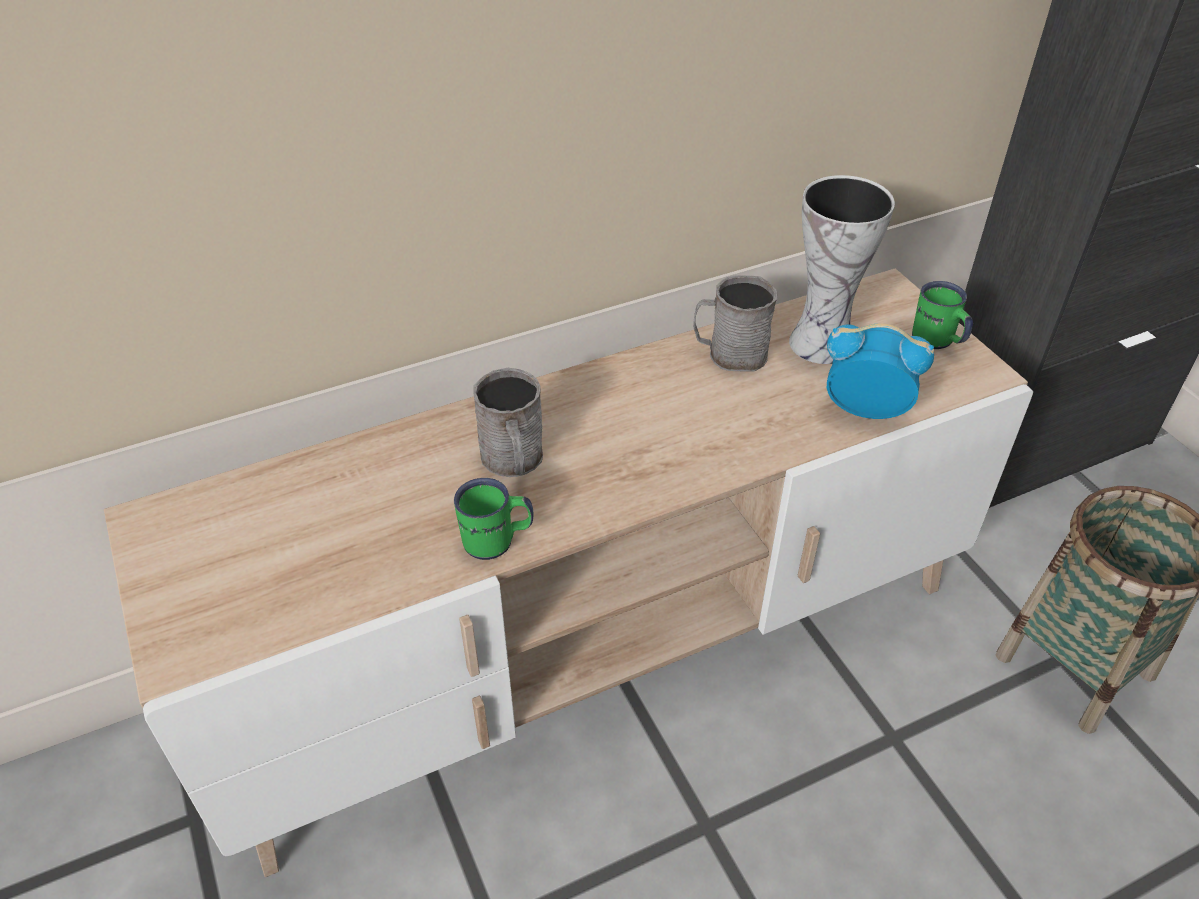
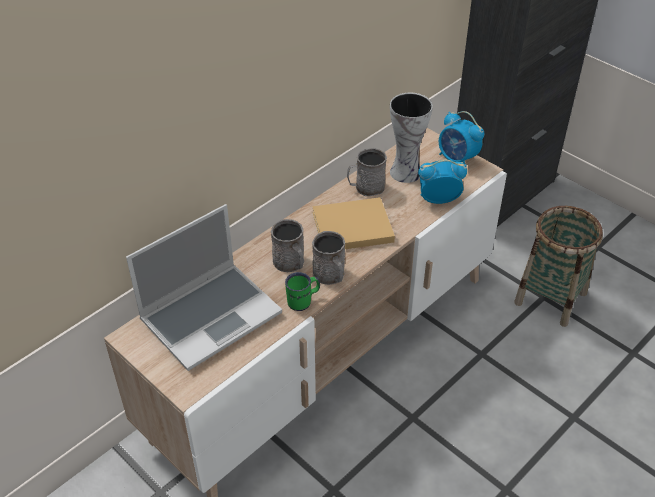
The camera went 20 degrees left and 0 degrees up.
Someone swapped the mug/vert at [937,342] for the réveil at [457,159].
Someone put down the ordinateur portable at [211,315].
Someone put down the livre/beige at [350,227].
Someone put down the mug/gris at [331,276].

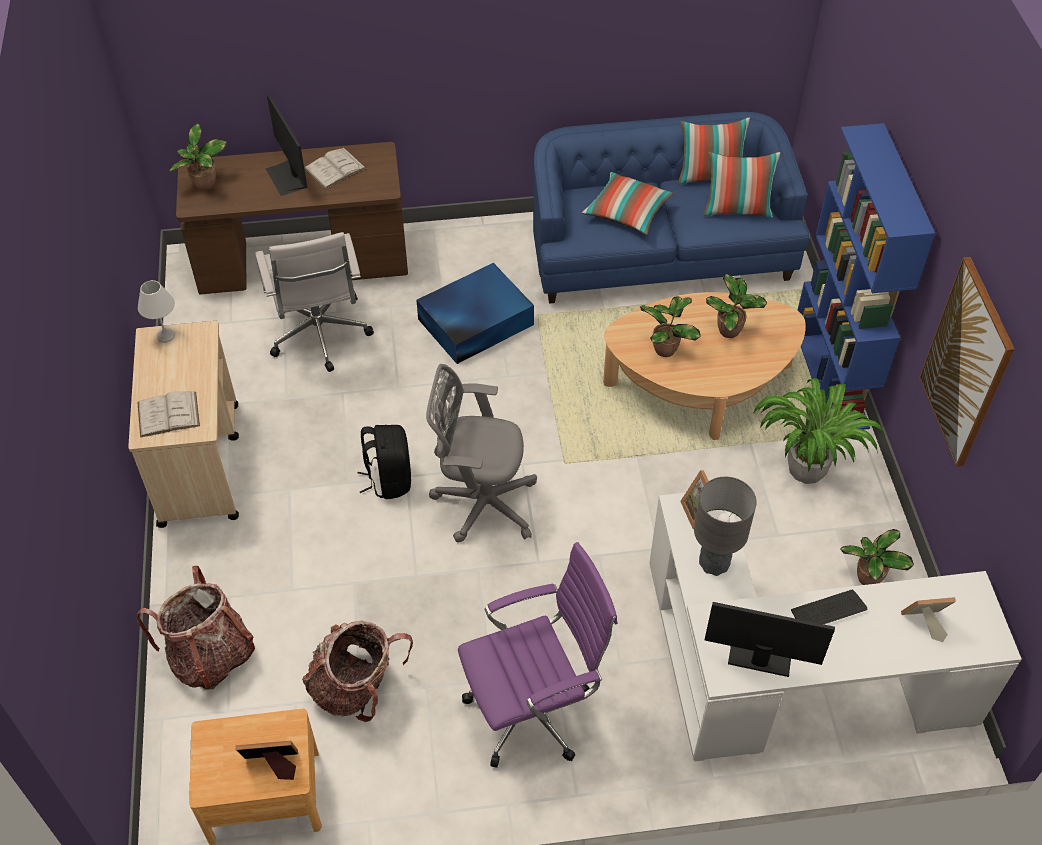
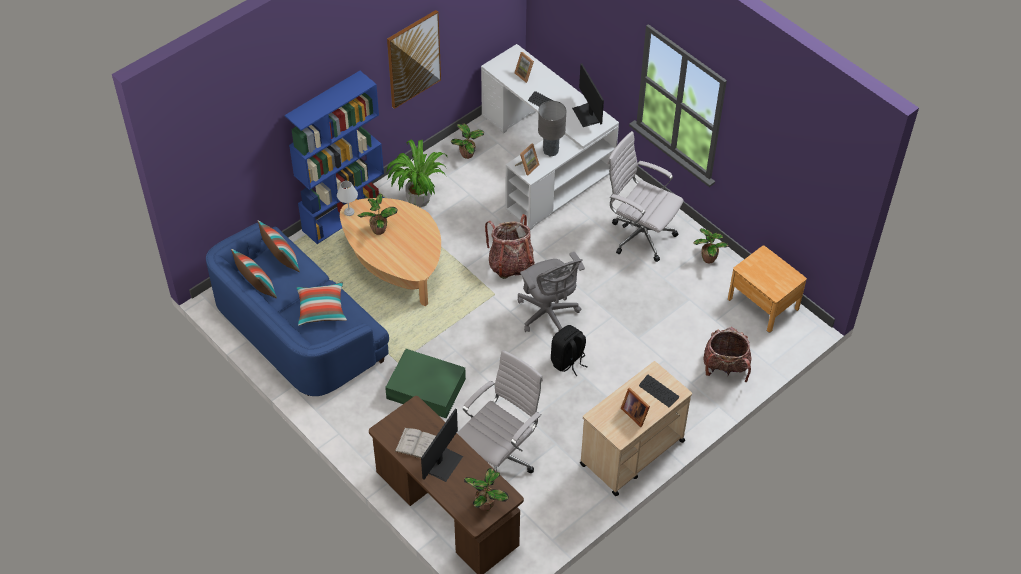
The camera went 125 degrees left and 0 degrees up.
Someone swapped the livre/blanc at [168,414] for the clavier at [658,391].
Someone carried the lampe de table/blanc from [165,336] to [349,212].
Someone carried the cadre photo from [273,765] to [635,413].
Someone carried the sac à dos from [357,687] to [511,264].
Someone repainted the boîte de rangement/bleu at [474,322], which became the boîte de rangement/vert at [427,389].
Someone repainted the chaise de bureau/violet at [534,711], which became the chaise de bureau/blanc at [639,235].
Someone carried the plante en pot from [666,348] to [707,258].

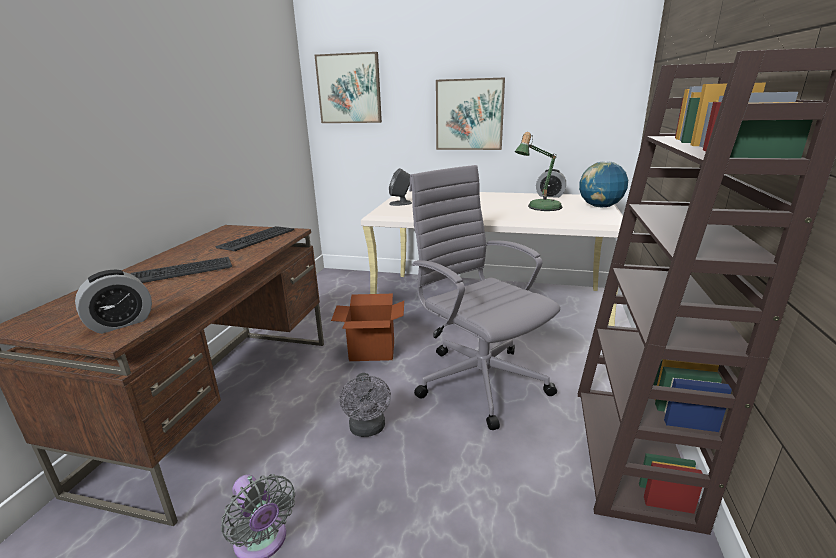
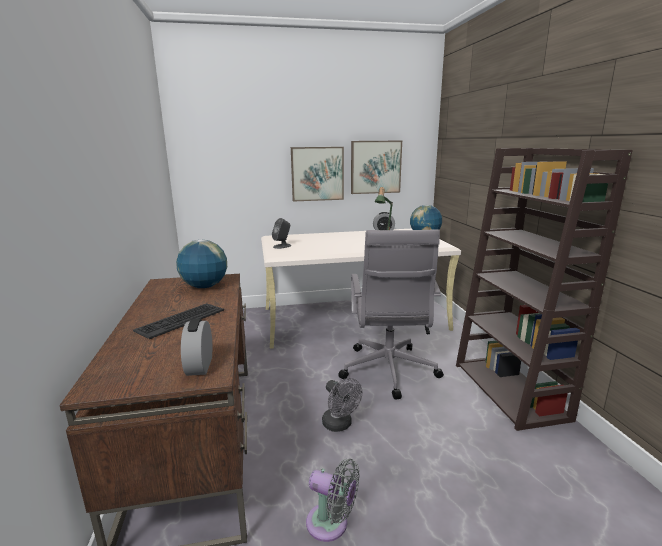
The camera went 25 degrees left and 5 degrees down.
Someone rotated the réveil at [121,323] by 150 degrees clockwise.
Someone swapped the clavier at [256,239] for the globe at [204,286].
Someone carried the tableau from [349,89] to [375,167].
Someone took away the carton at [372,351].
Someone rotated the chaise de bureau/gris at [479,379] by 120 degrees counterclockwise.

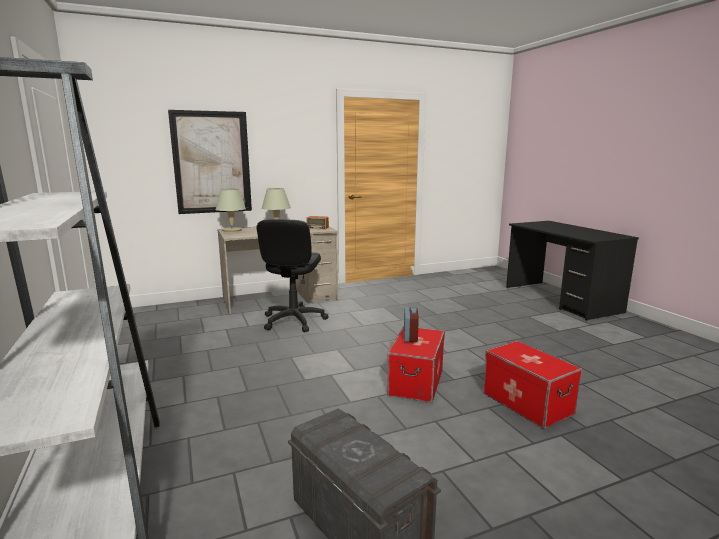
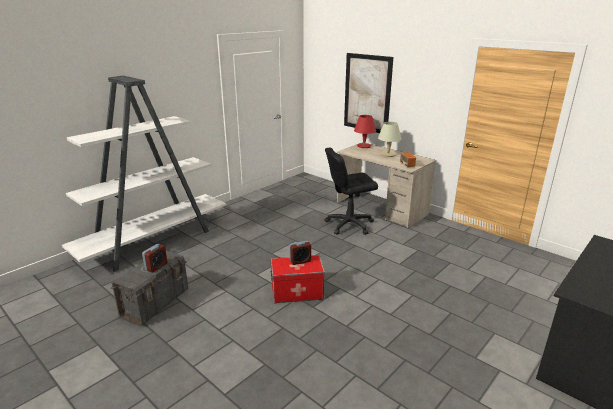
The camera went 65 degrees right and 10 degrees up.
Someone repainted the lampe de table/beige at [232,230], which became the lampe de table/rouge at [364,146].
Someone took away the boîte de rangement at [527,403].
Someone put down the réveil at [156,267].

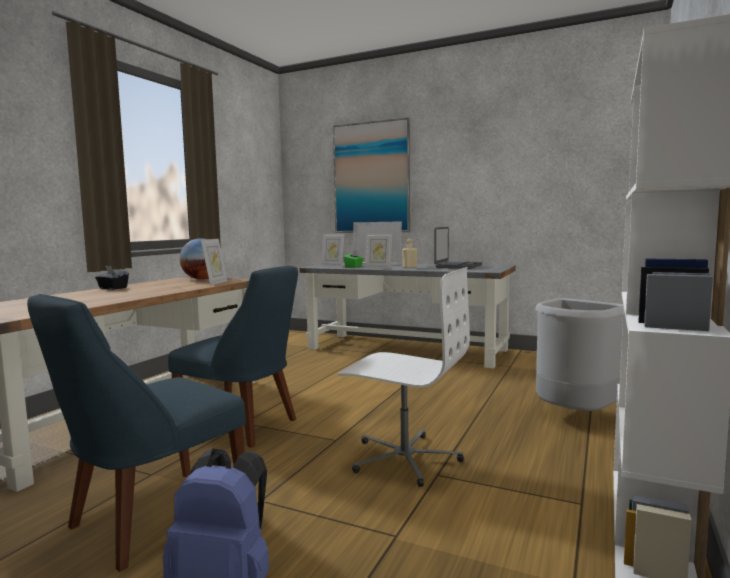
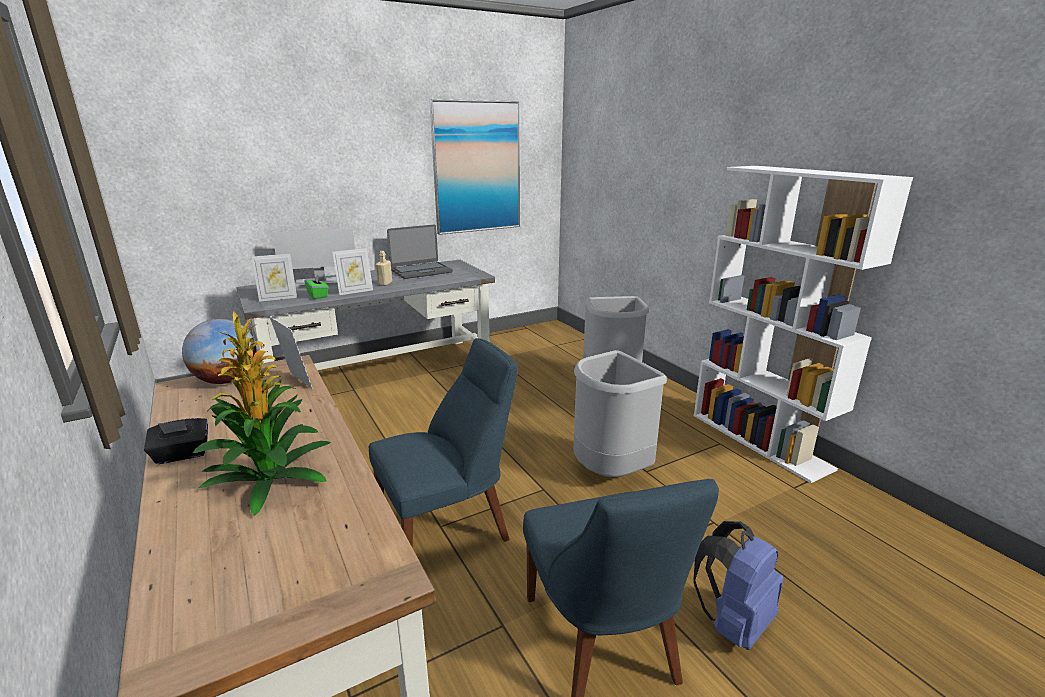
The camera went 55 degrees left and 15 degrees up.
Someone carried the tableau from [371,177] to [477,167].
Someone swapped the chaise de bureau/blanc at [404,458] for the poubelle/gris at [609,473].
Someone rotated the ordinateur portable at [458,266] by 90 degrees clockwise.
Someone put down the plante en pot at [272,480].

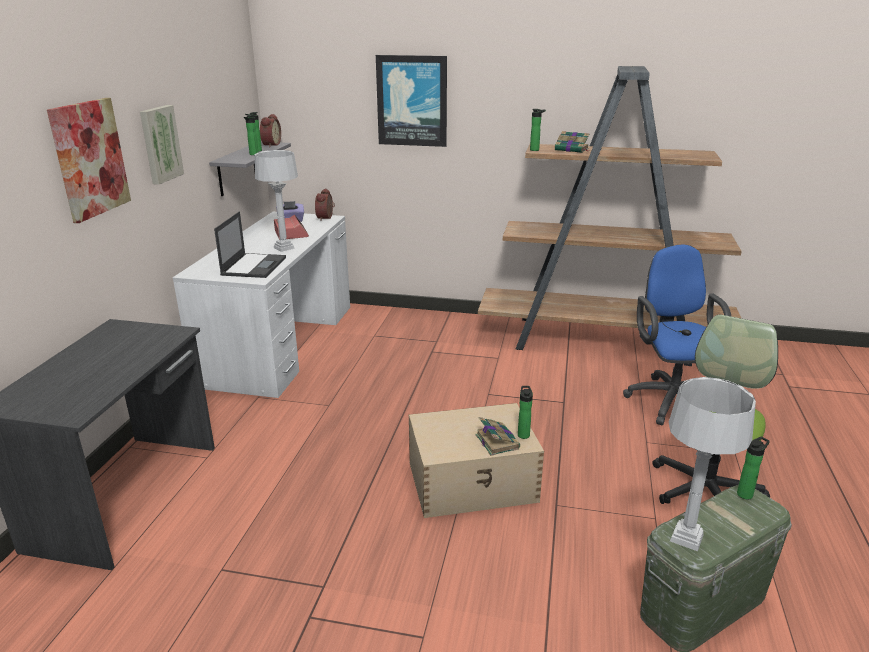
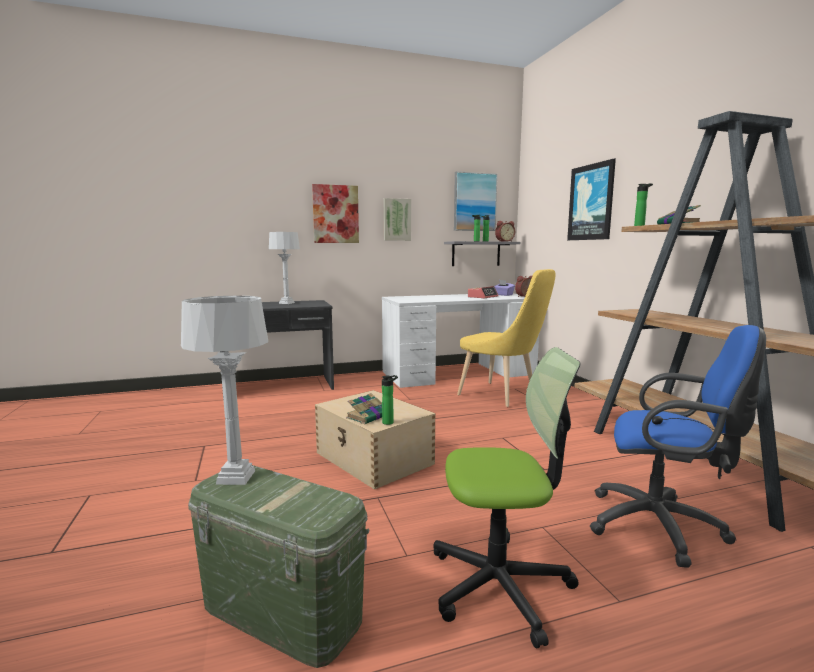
The camera went 60 degrees right and 15 degrees down.
Someone took away the ordinateur portable at [254,266].
Someone carried the lampe de table/gris from [283,248] to [287,303].
Someone rotated the chaise de bureau/bleu at [669,399] by 60 degrees clockwise.
Someone took away the bouteille at [746,494].
Someone put up the tableau at [474,202].
Someone put down the chaise/jaune at [502,396].

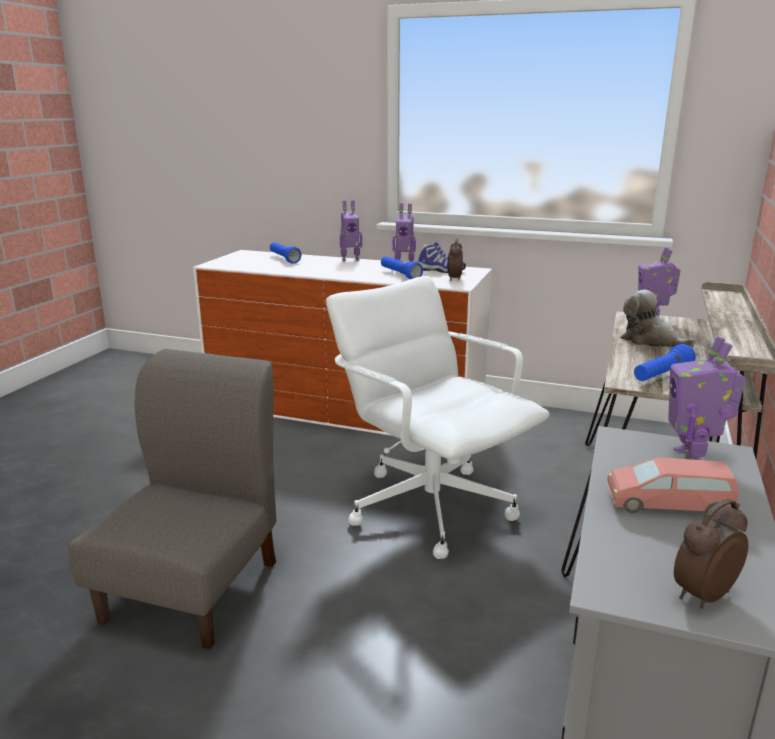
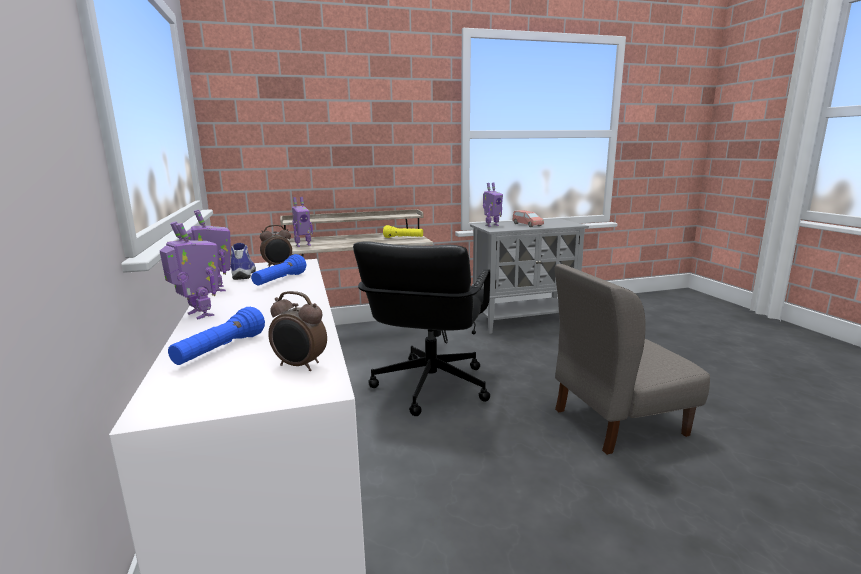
The camera went 125 degrees left and 5 degrees down.
Someone repainted the chaise de bureau/blanc at [430,506], which became the chaise de bureau/noir at [430,386].
Someone took away the peluche at [650,341].
Someone repainted the lampe de poche/bleu at [661,376], which became the lampe de poche/jaune at [403,238].
Someone carried the réveil from [701,595] to [300,366].

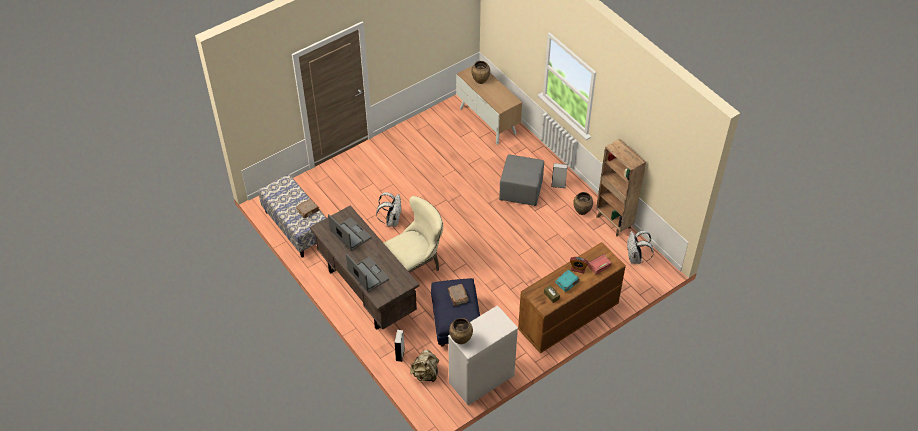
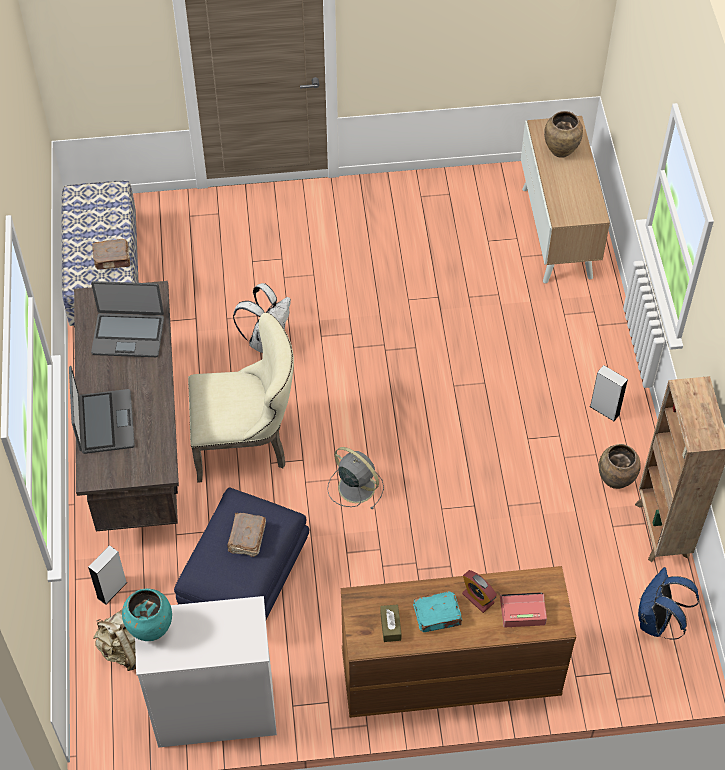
The camera went 30 degrees right and 5 degrees up.
Someone rotated the ordinateur portable at [350,235] by 105 degrees clockwise.
Someone repainted the vase/marron at [461,339], which became the vase/turquoise at [151,630].
Someone took away the pouf/gris at [521,191].
Someone repainted the sac à dos/blanc at [635,258], which became the sac à dos/bleu at [657,622].
Someone put down the ventilateur/gris at [355,486].

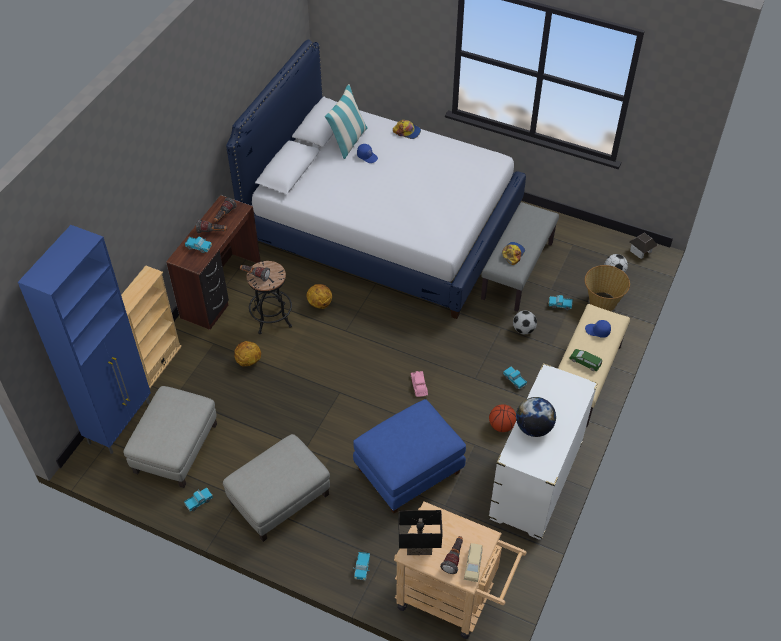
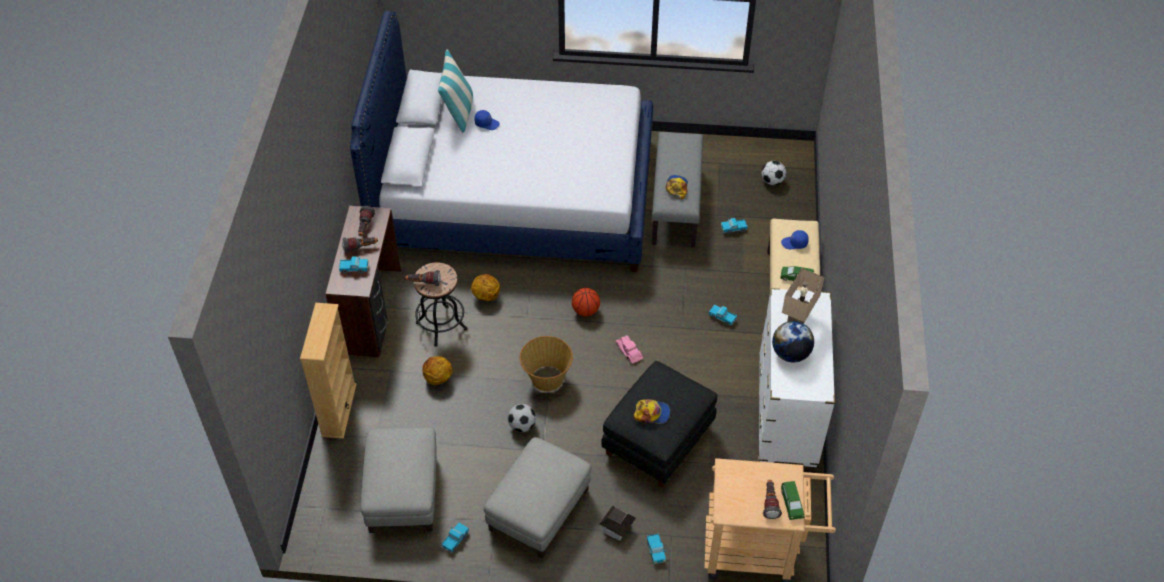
The camera went 20 degrees left and 0 degrees up.
Someone took away the meuble de rangement/bleu at [120,422].
Someone repainted the pouf/bleu at [409,472], which became the pouf/noir at [658,441].
Someone carried the casquette from [407,131] to [652,413].
Someone took away the lampe de table/noir at [419,546].
Someone repainted the petite voiture/beige at [473,565], which became the petite voiture/vert at [791,503].
Someone carried the ballon de basket from [501,426] to [585,311].
Someone carried the ballon de foot from [523,329] to [522,426].
Someone carried the panier from [602,302] to [547,379].
Someone carried the maison miniature from [641,251] to [617,528].
Someone put down the lampe de table/beige at [799,319].

